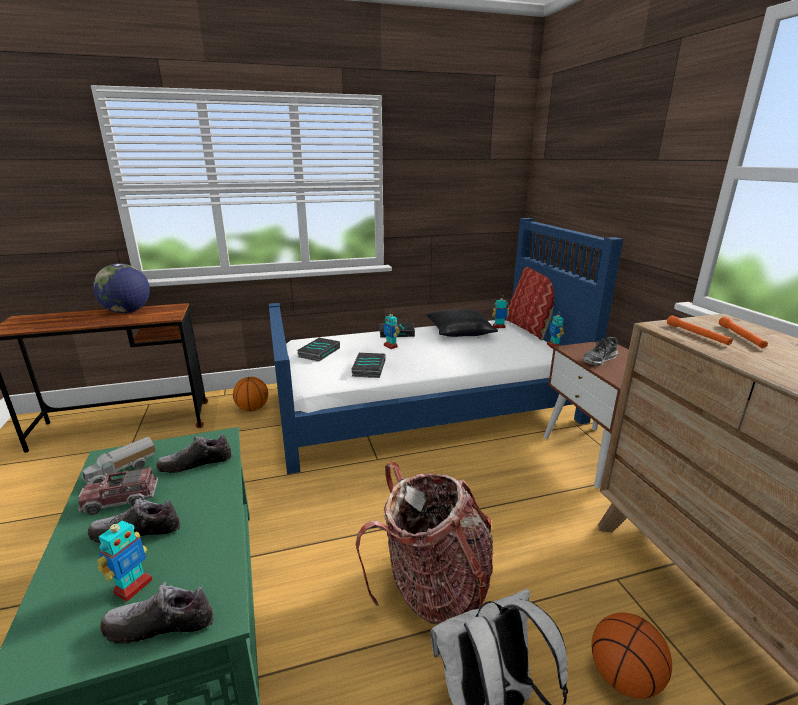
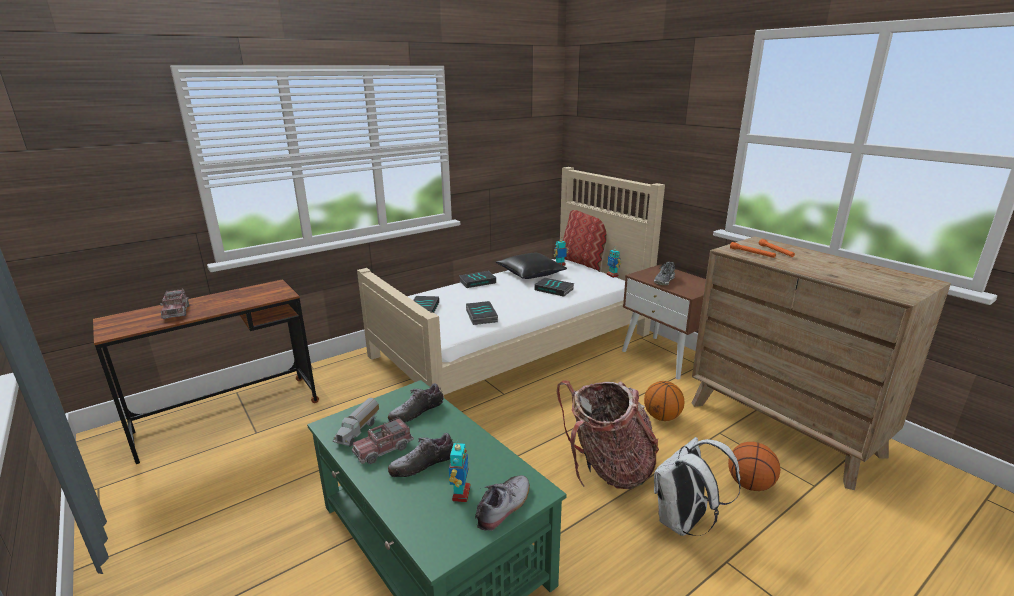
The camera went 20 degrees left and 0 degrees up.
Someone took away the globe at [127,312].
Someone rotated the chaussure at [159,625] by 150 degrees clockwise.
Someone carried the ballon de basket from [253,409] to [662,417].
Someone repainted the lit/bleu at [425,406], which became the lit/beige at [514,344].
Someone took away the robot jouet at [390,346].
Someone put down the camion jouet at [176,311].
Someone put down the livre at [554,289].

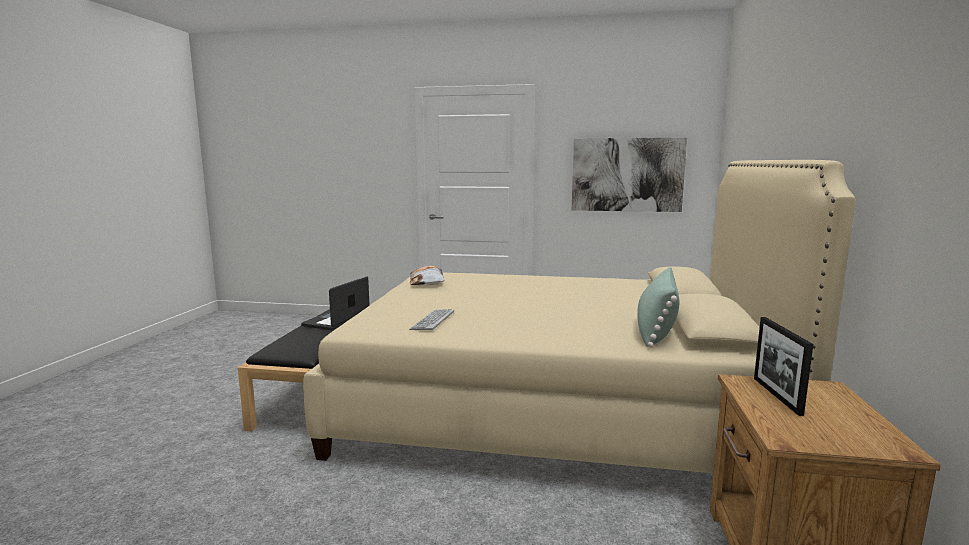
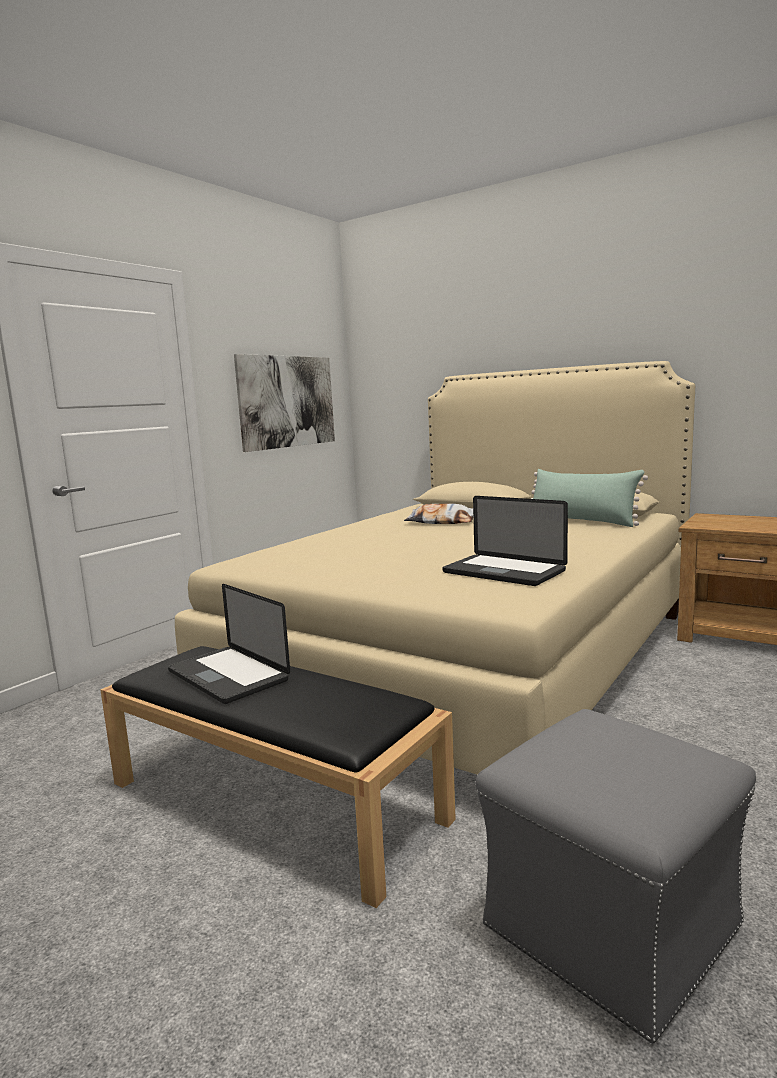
The camera went 65 degrees left and 0 degrees up.
Someone swapped the clavier at [433,321] for the ordinateur portable at [503,572].
Someone carried the coussin from [427,281] to [442,521].
Someone took away the cadre photo at [776,395].
Someone put down the pouf/gris at [610,927].

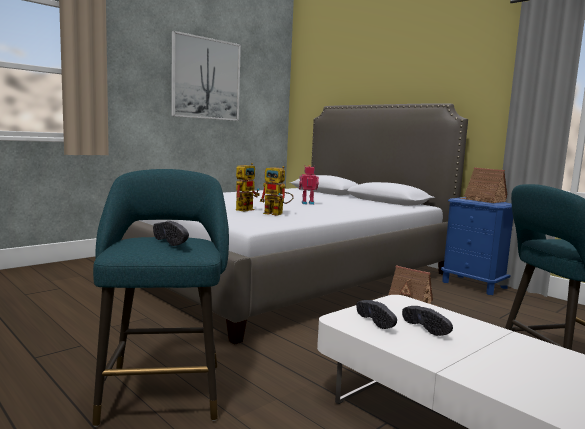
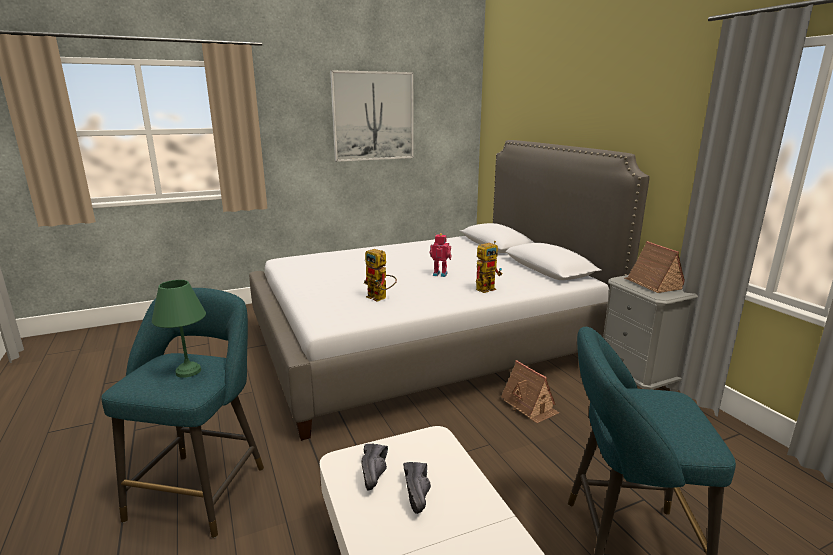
The camera went 20 degrees right and 10 degrees up.
Someone swapped the chaussure/noir at [175,242] for the lampe de table/vert at [187,371].
Someone carried the robot jouet from [246,209] to [487,288].
Someone repainted the table de chevet/bleu at [474,285], which became the table de chevet/gris at [637,381].

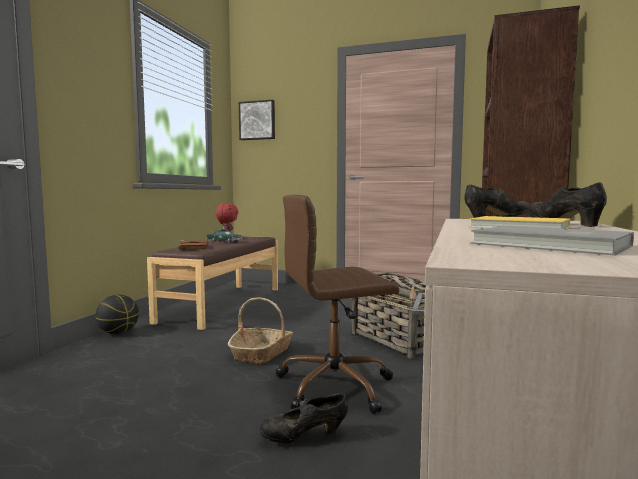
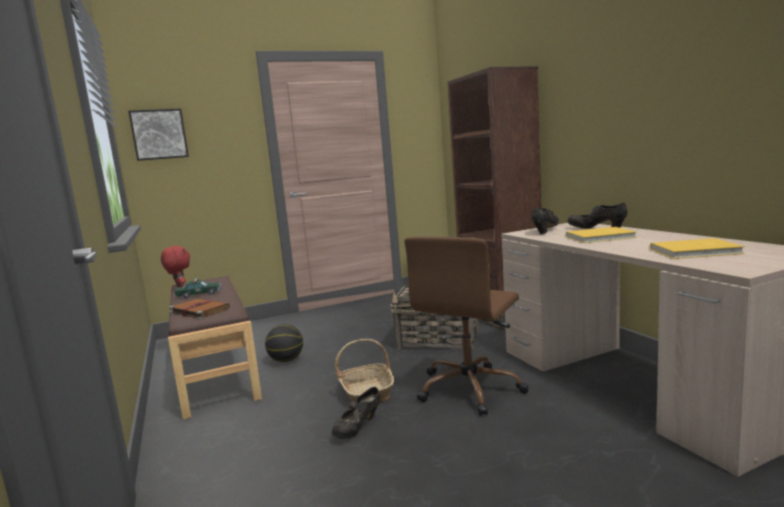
The camera went 40 degrees left and 5 degrees up.
Someone carried the ballon de basket from [118,333] to [286,360].
Someone carried the chaussure/noir from [304,437] to [358,428].
Someone repainted the livre/gris at [551,245], which became the livre/jaune at [697,251].

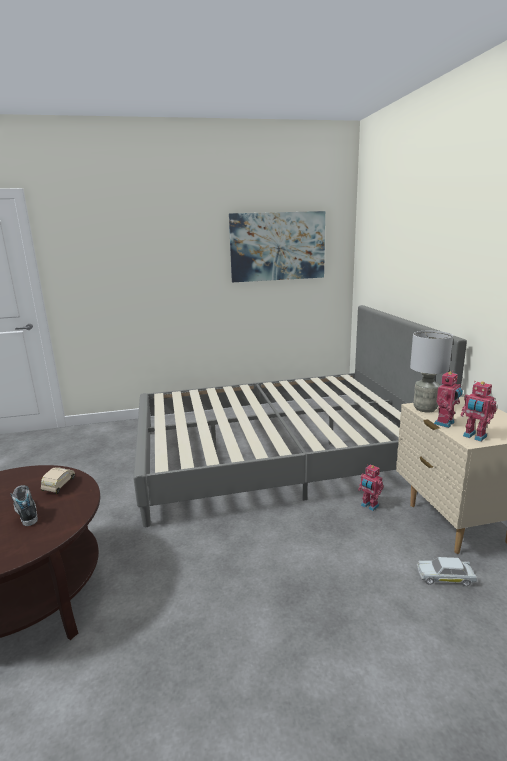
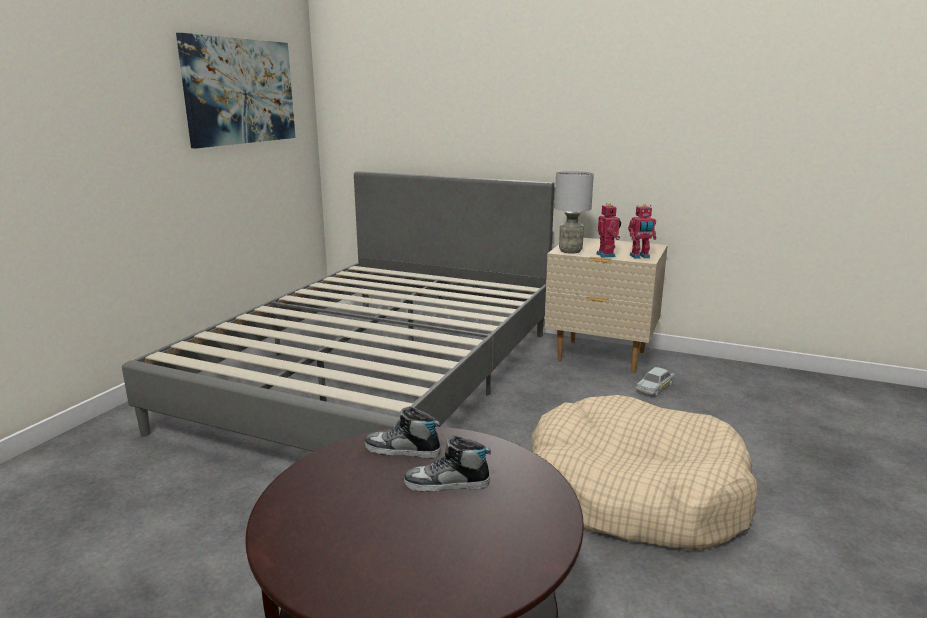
The camera went 55 degrees left and 0 degrees up.
Someone swapped the petite voiture/beige at [60,486] for the chaussure at [402,450].
Someone took away the robot jouet at [369,506].
Someone put down the panier pour chien/beige at [634,493].

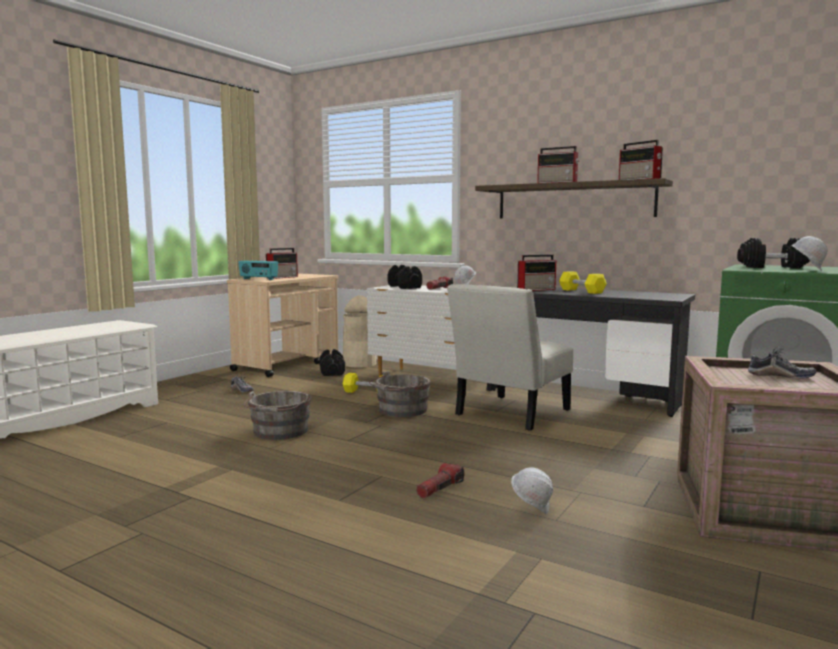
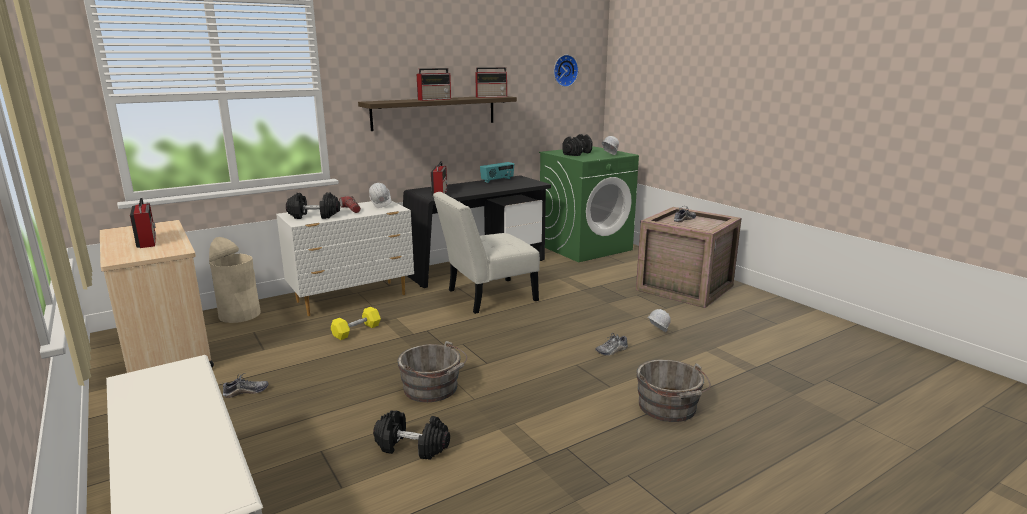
The camera went 65 degrees left and 10 degrees up.
Someone carried the radio from [258,279] to [497,180].
Someone carried the haltère/noir from [332,372] to [412,447].
Someone carried the seau/gris from [400,410] to [669,408].
Someone swapped the lampe de poche at [440,489] for the chaussure at [612,350].
Someone rotated the chaise/blanc at [509,414] by 90 degrees clockwise.
Someone took away the haltère/jaune at [581,291].
Someone put up the horloge murale at [564,70].

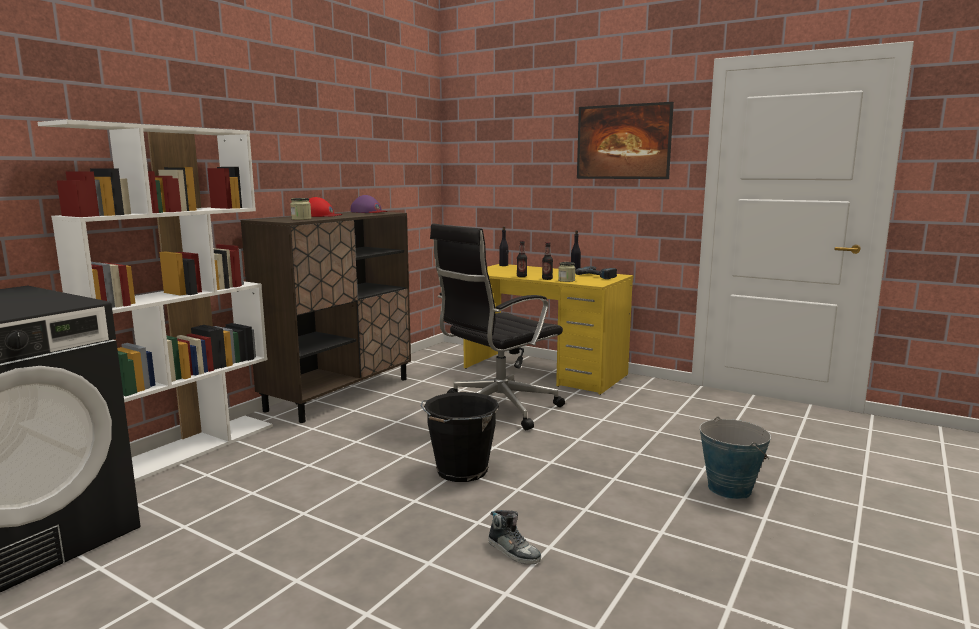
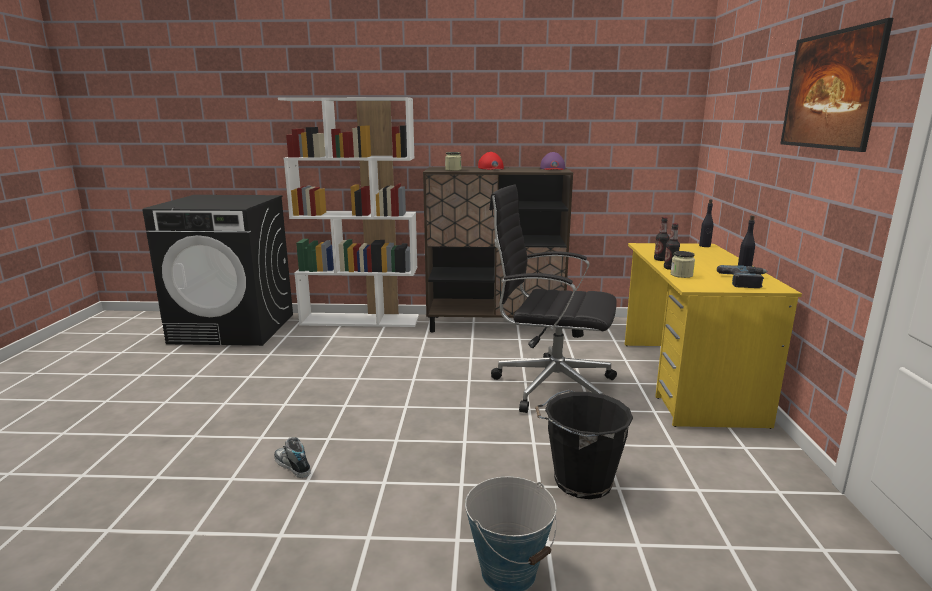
The camera went 60 degrees right and 5 degrees up.
Someone carried the seau/noir from [460,471] to [580,481].
Someone rotated the chaussure at [513,551] by 120 degrees clockwise.

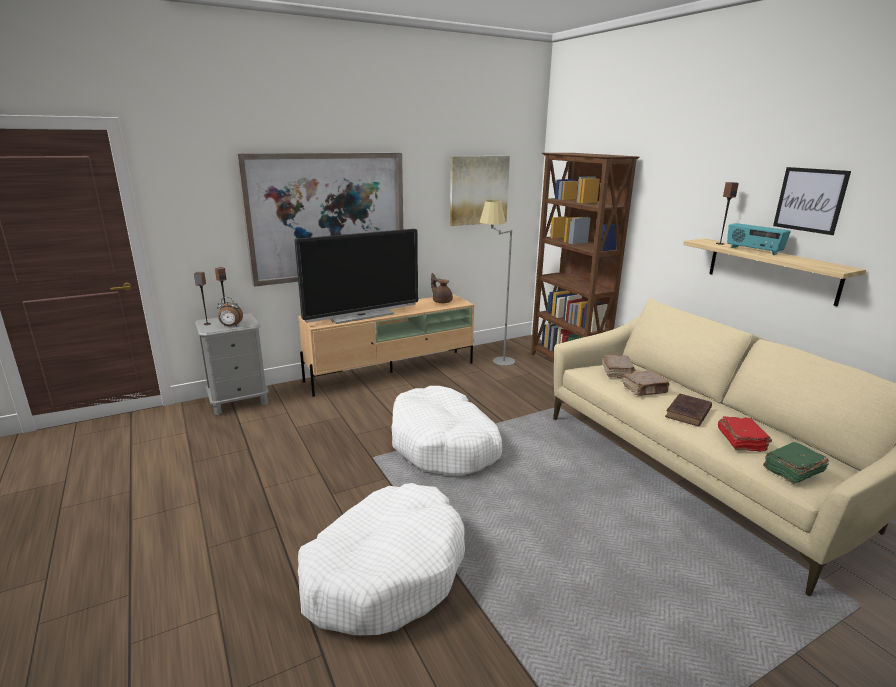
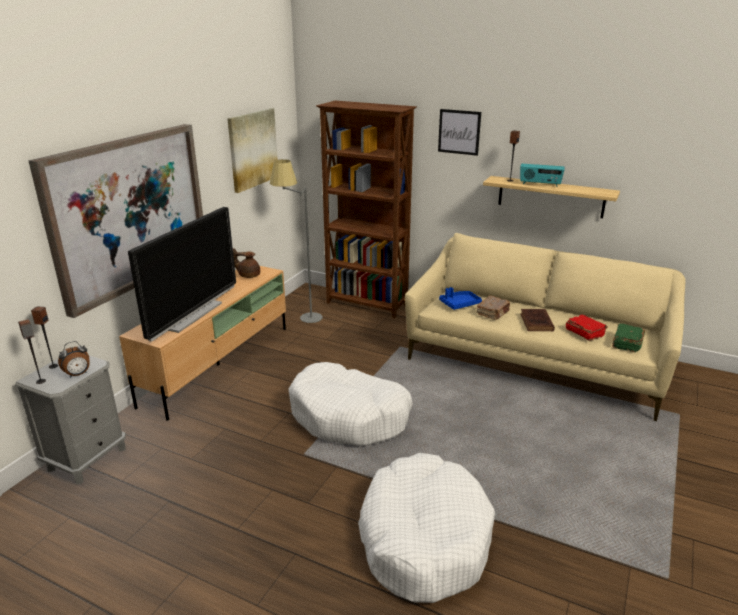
The camera went 35 degrees left and 5 degrees up.
Someone swapped the livre/marron at [617,373] for the plateau/bleu at [459,304].
Someone carried the tableau from [810,200] to [459,132].

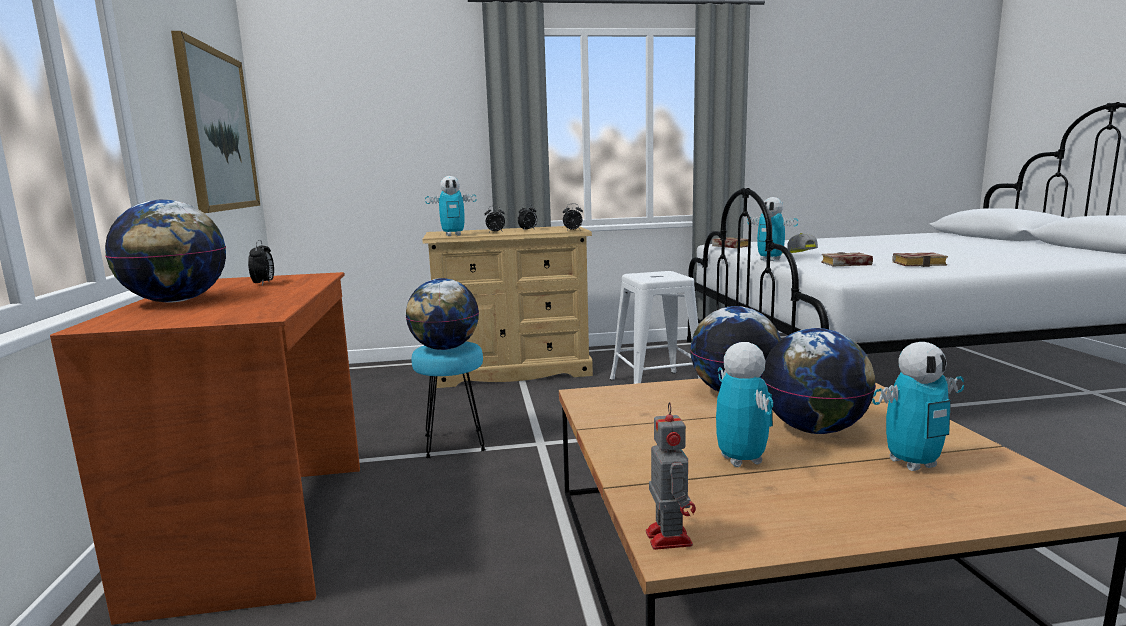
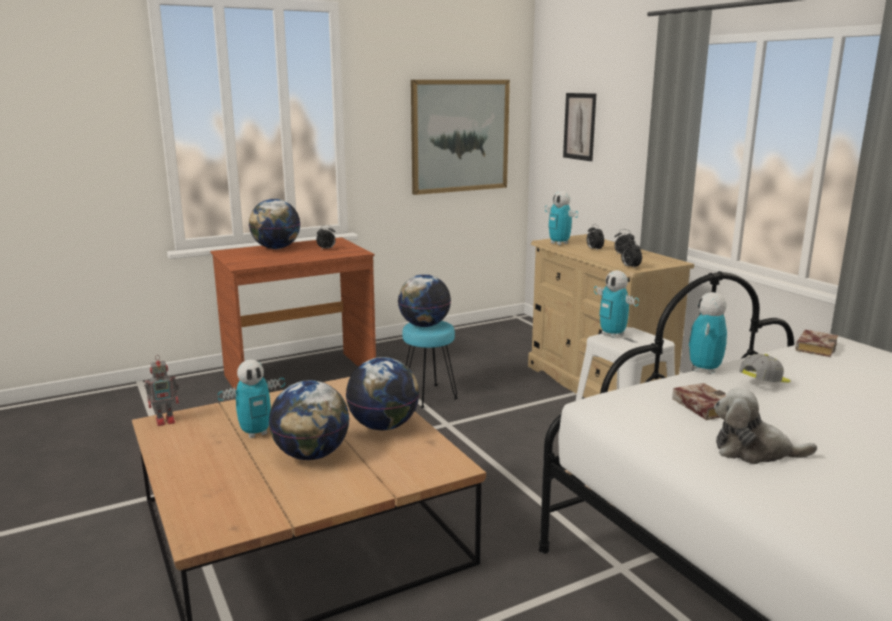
The camera went 70 degrees right and 5 degrees up.
Someone carried the robot jouet from [912,463] to [612,335].
Someone swapped the livre at [920,264] for the peluche at [754,451].
Someone put up the tableau at [579,126].

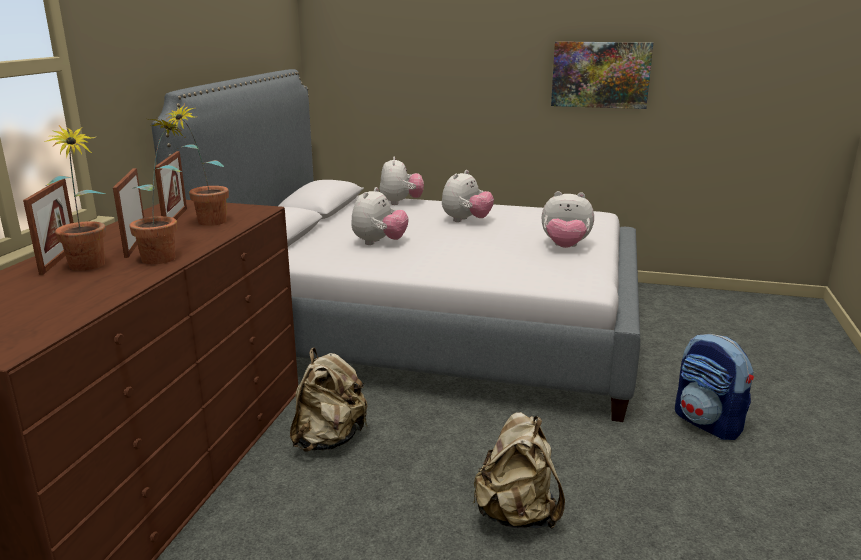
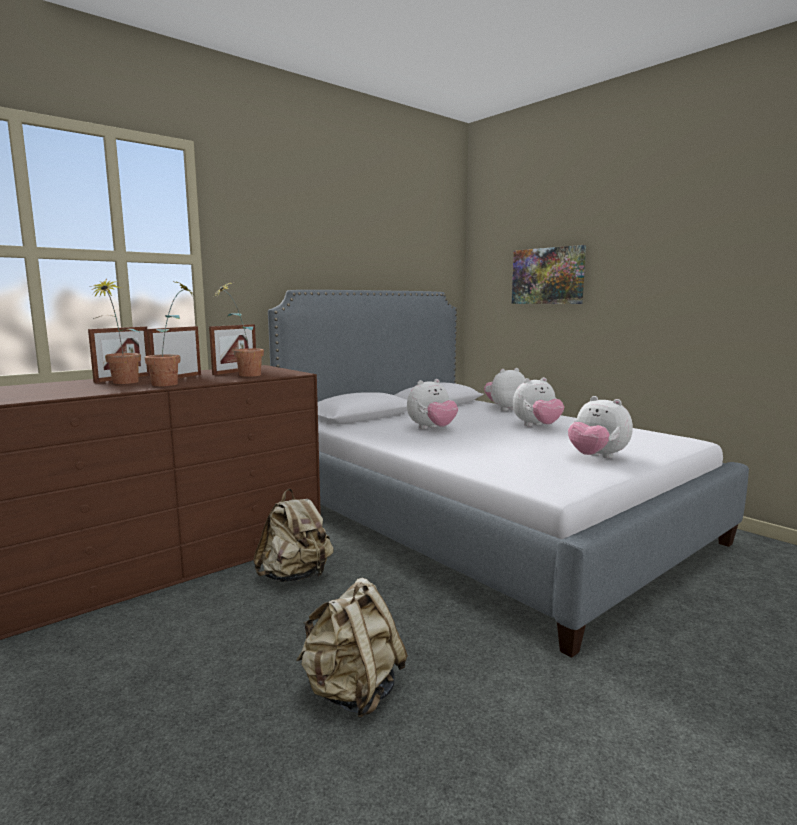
The camera went 35 degrees right and 10 degrees down.
Someone rotated the peluche at [401,202] by 150 degrees counterclockwise.
Someone carried the tableau from [600,74] to [548,276].
Someone took away the sac à dos at [708,423].

